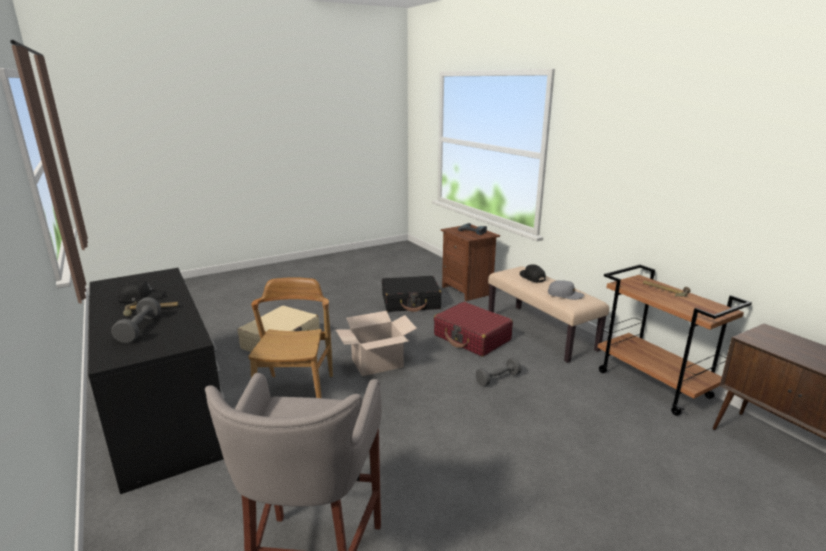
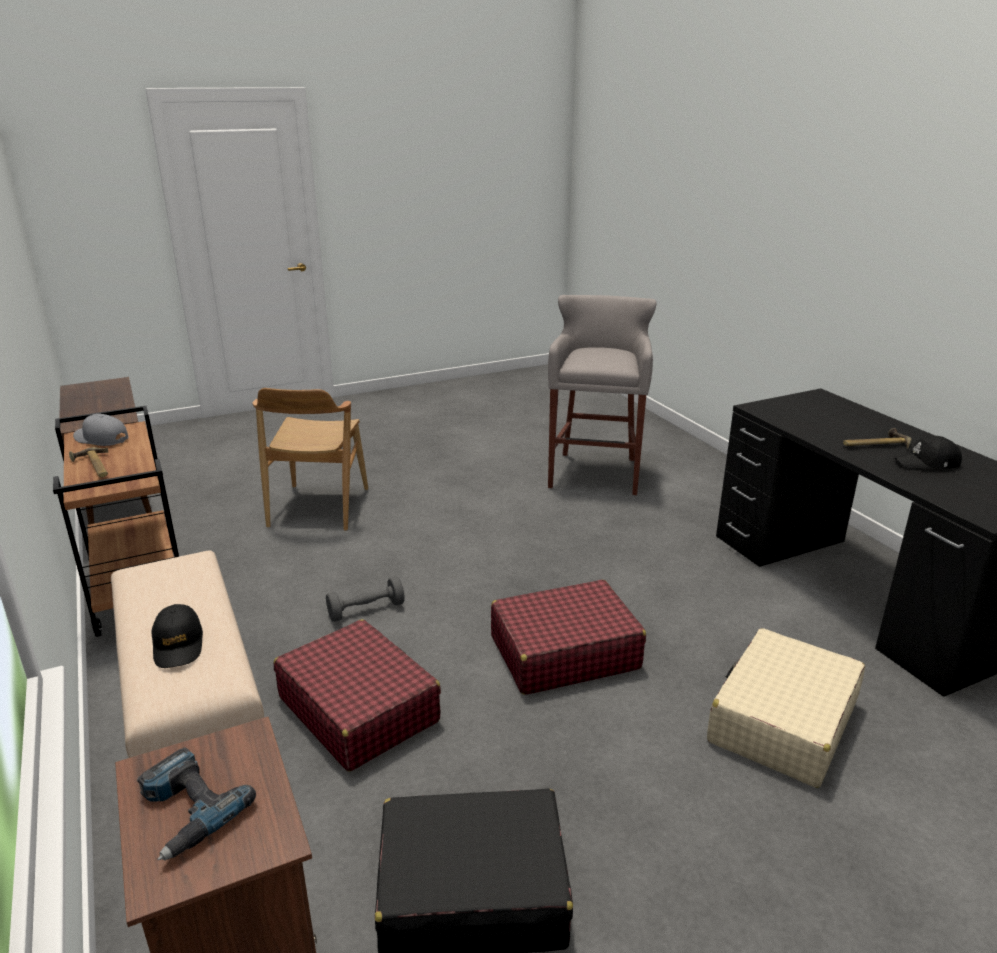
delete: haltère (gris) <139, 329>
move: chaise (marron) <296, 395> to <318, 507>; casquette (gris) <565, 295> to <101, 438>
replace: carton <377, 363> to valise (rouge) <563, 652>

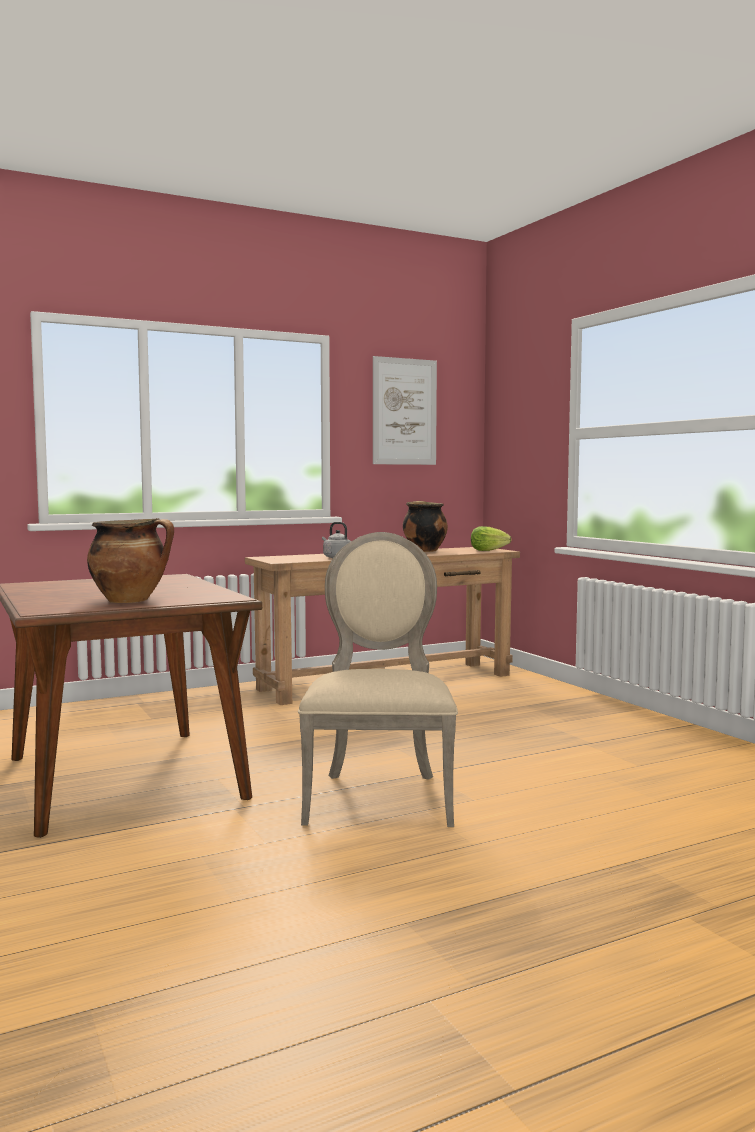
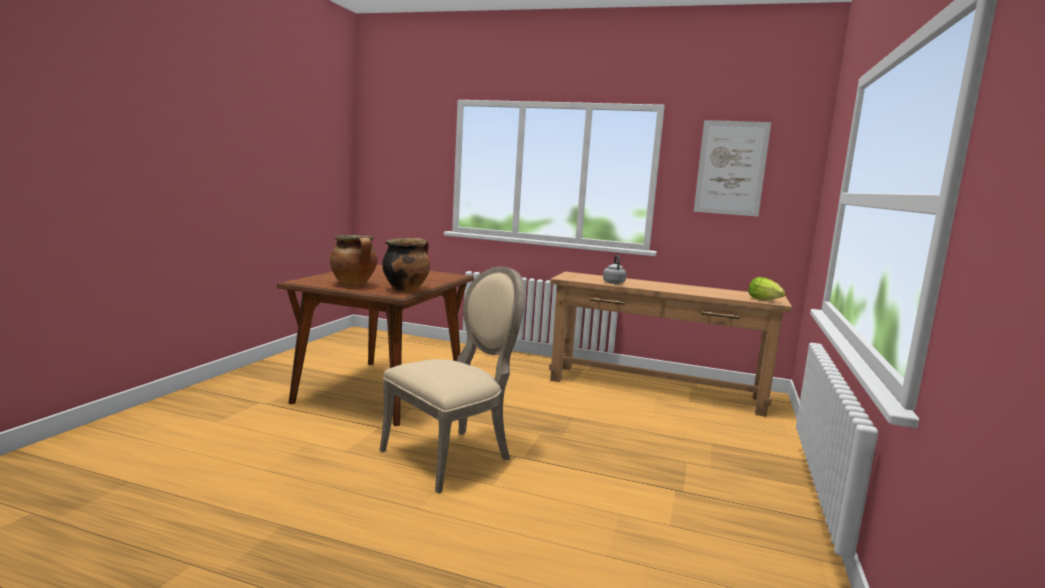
move: marmite <424, 550> to <406, 290>

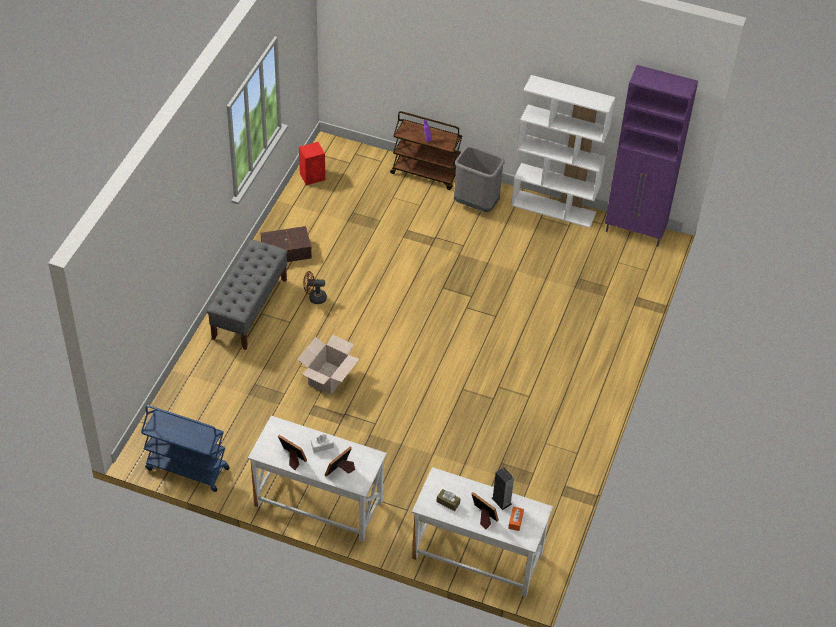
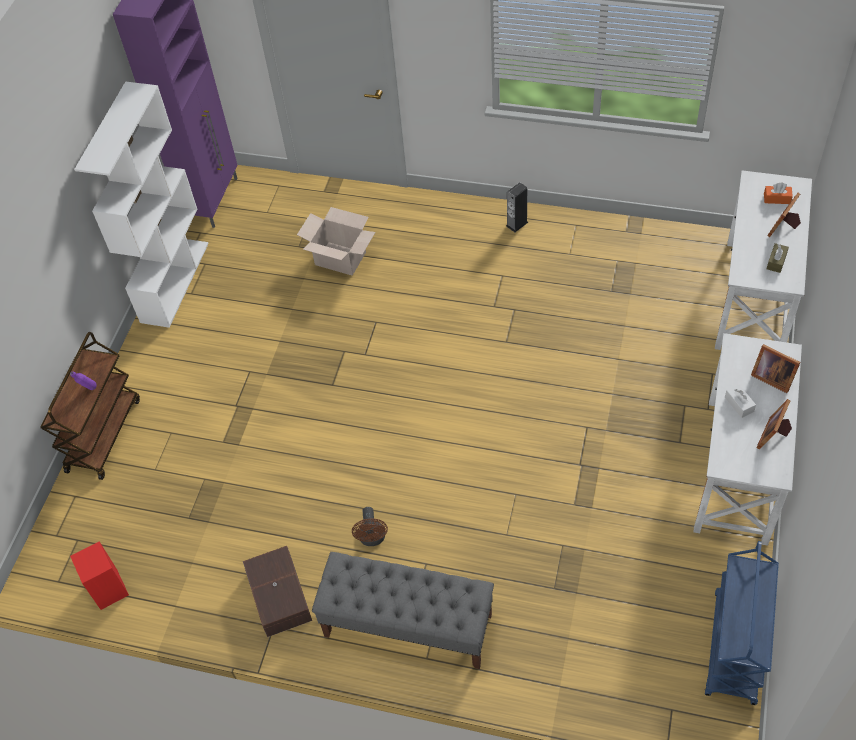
delete: poubelle (gris) <476, 204>
move: carton <328, 378> to <340, 259>; enceinte <501, 501> to <517, 224>

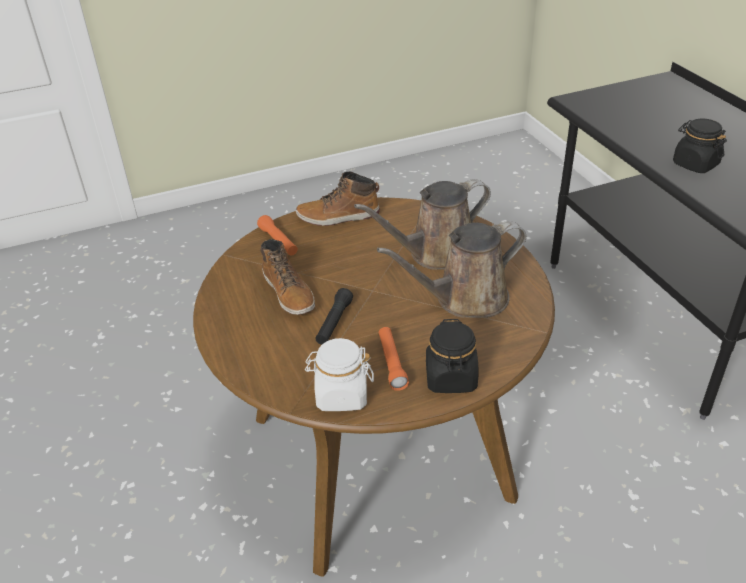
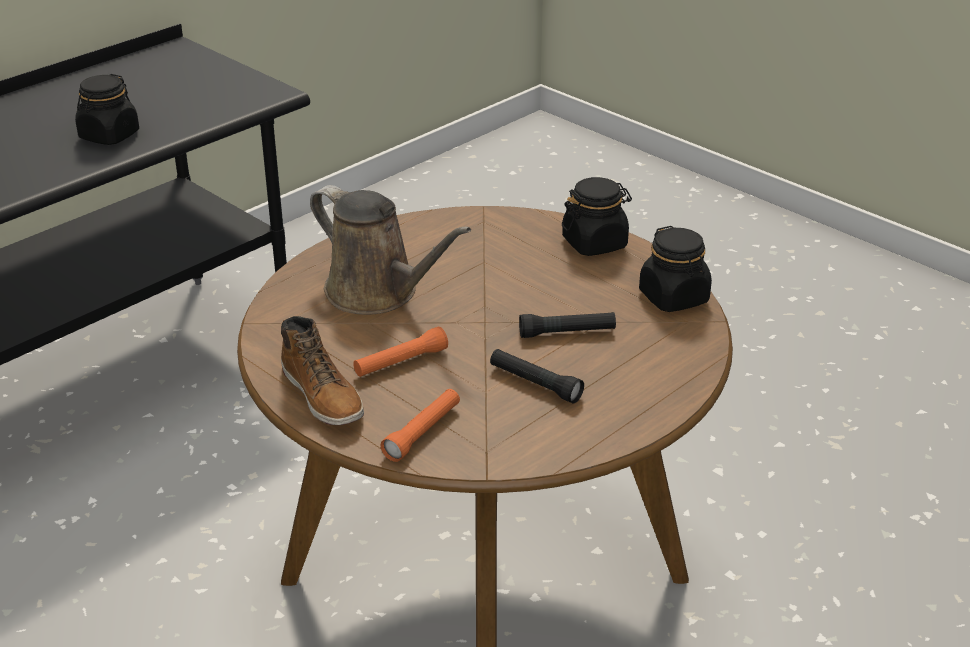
delete: arrosoir (marron) <465, 299>
move: lampe de poche (orange) <392, 363> to <400, 362>
replace: botte <289, 293> to lampe de poche (noir) <535, 384>
recolor: bocal (blanc) <341, 395> to bocal (noir) <674, 298>

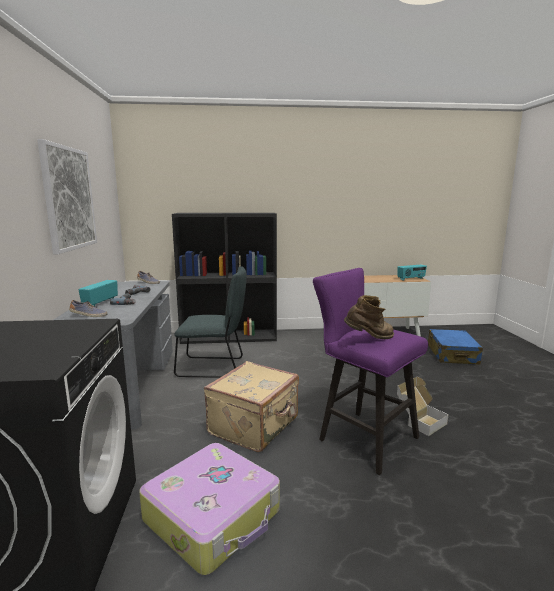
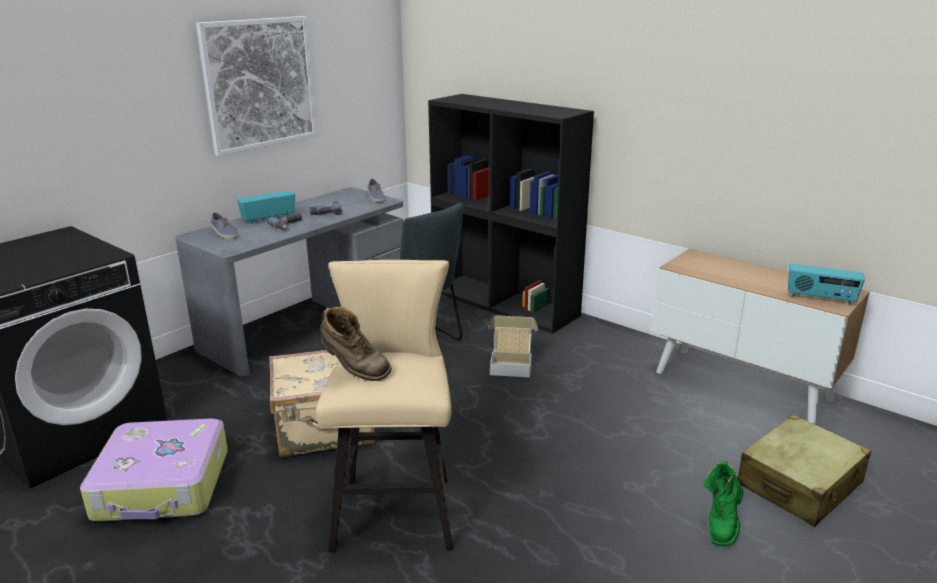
insert: botte (vert) <722, 524>
move: carton <419, 421> to <511, 364>
recolor: tabouret (violet) <362, 437> to tabouret (beige) <396, 506>; valise (bleu) <452, 355> to valise (beige) <799, 484>

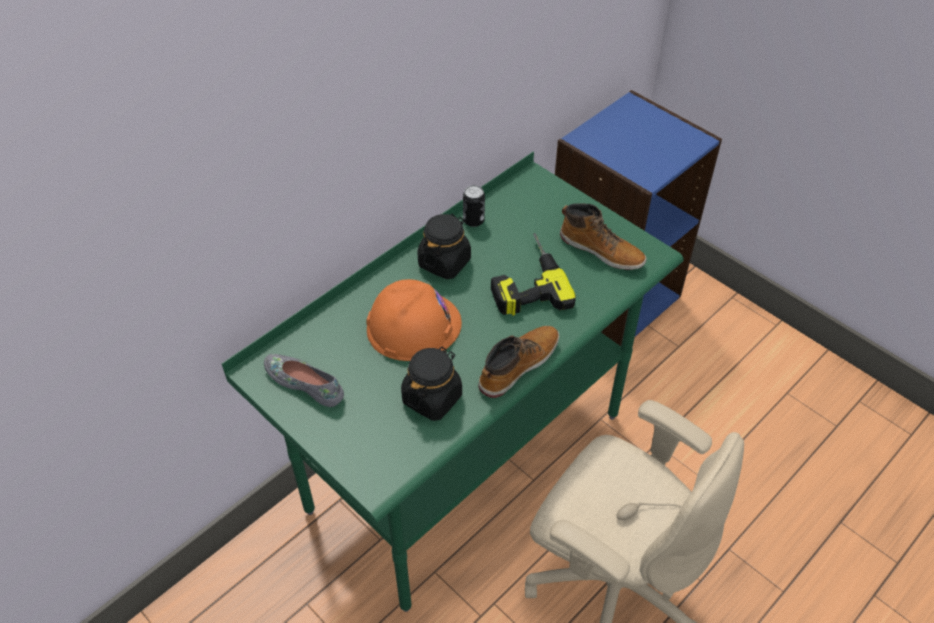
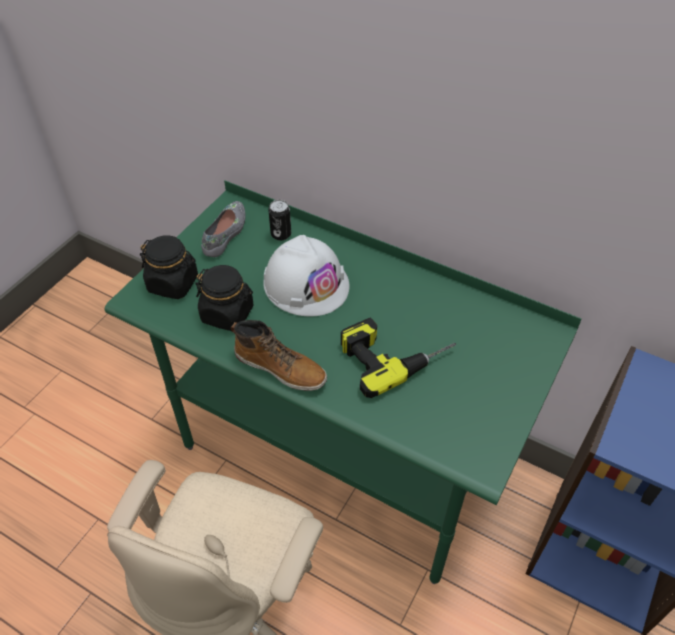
delete: botte <602, 250>
move: bocal (noir) <444, 262> to <173, 283>; boîte métallique <473, 220> to <281, 234>
recolor: casque de chantier (orange) <413, 325> to casque de chantier (blanc) <306, 283>

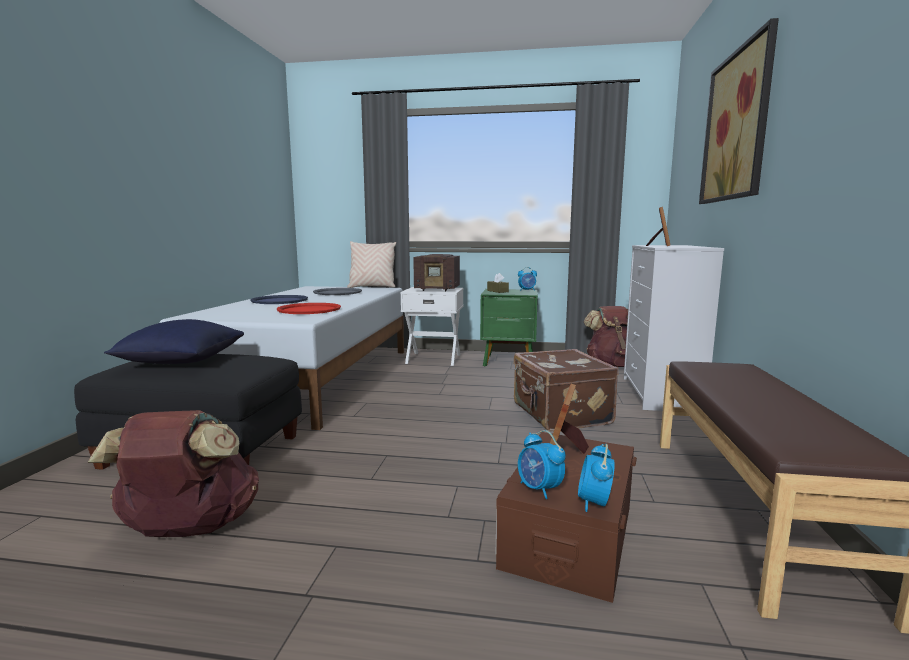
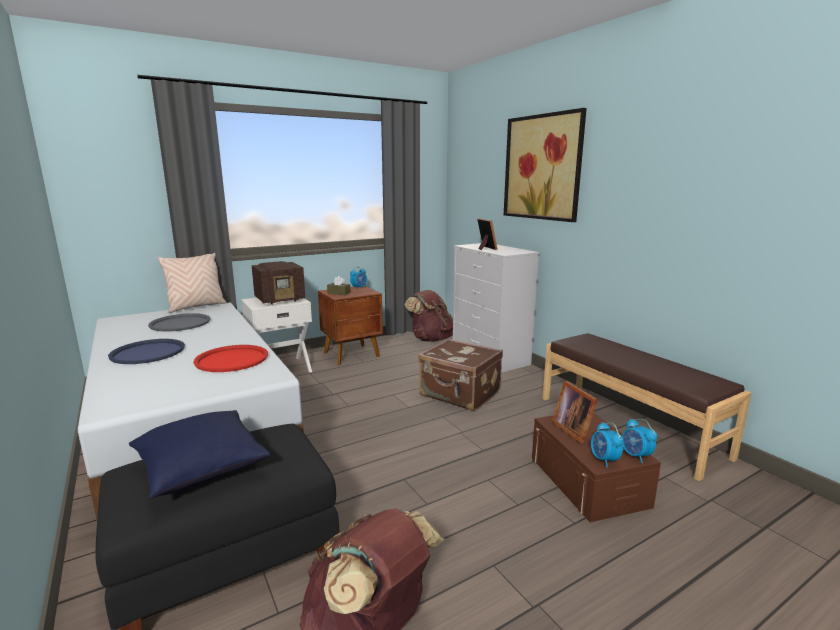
recolor: table de chevet (vert) <509, 362> to table de chevet (marron) <352, 355>
rotate: réveil <539, 489> = <604, 460> 60 degrees clockwise

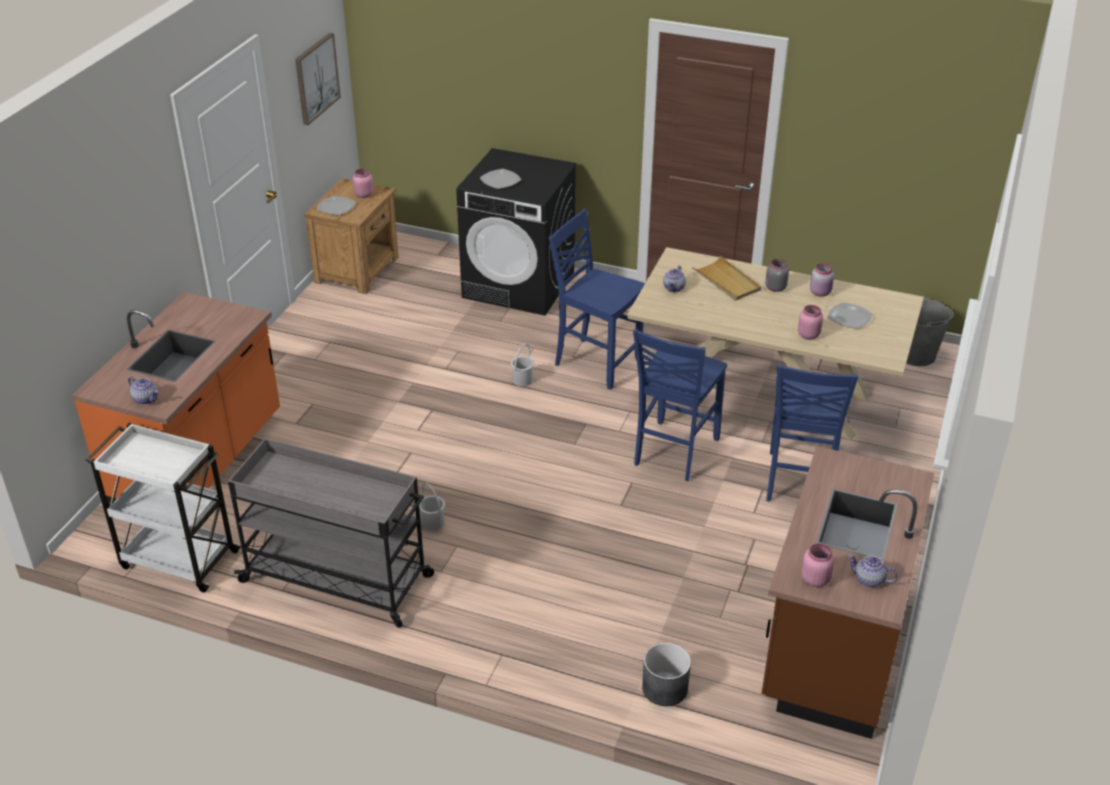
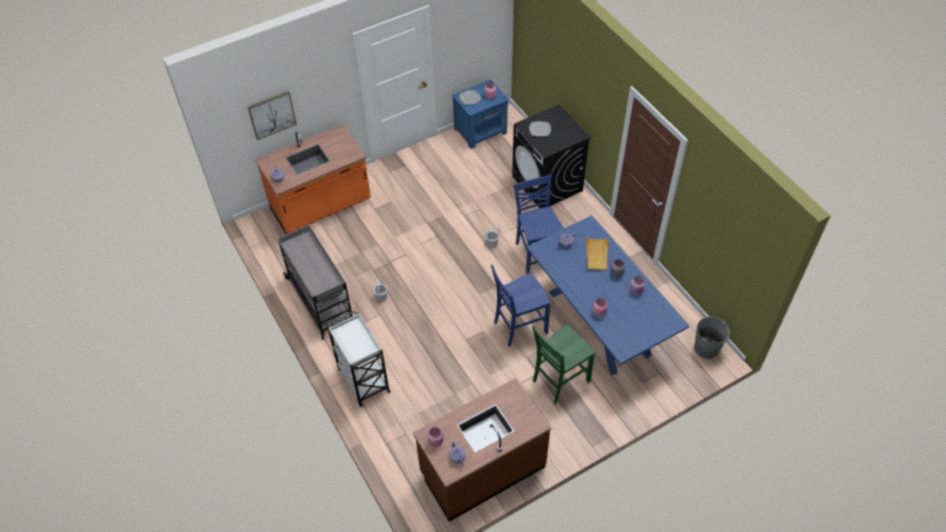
delete: cache-pot (gris) <664, 688>; assiette <849, 318>
move: chariot (blanc) <177, 559> to <363, 379>; tableau <316, 78> to <272, 114>
recolor: table de chevet (marron) <358, 269> to table de chevet (bleu) <481, 131>; table à manger (beige) <766, 393> to table à manger (bleu) <599, 322>; chaise (bleu) <798, 482> to chaise (vert) <559, 381>

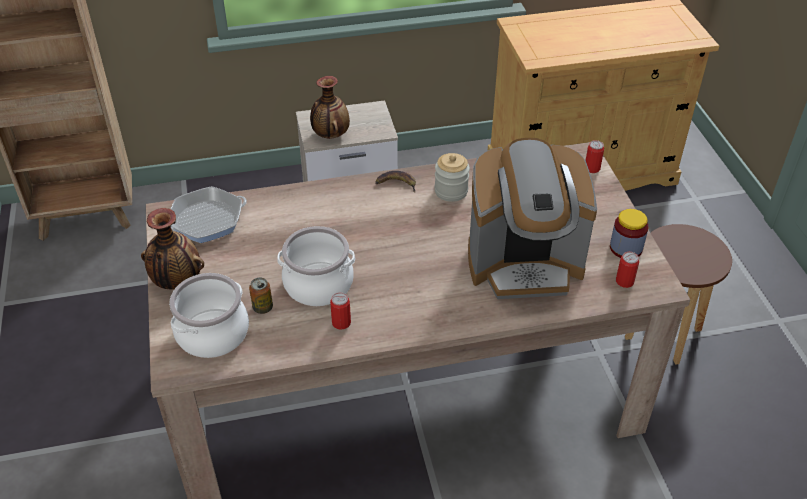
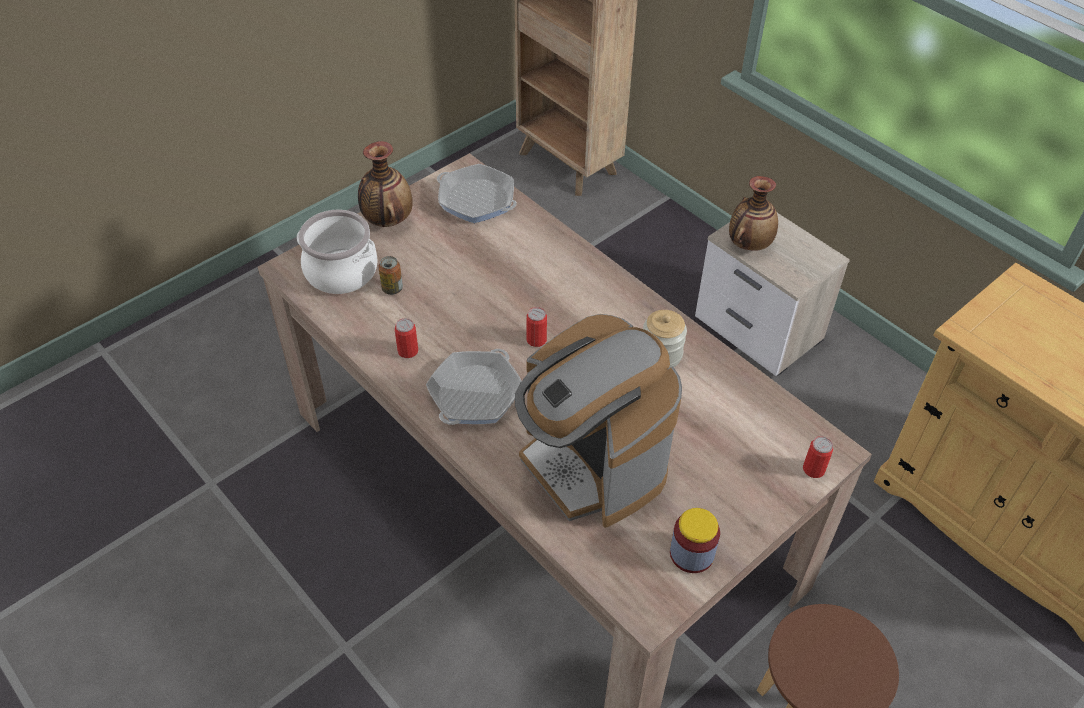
delete: marmite <318, 285>; banane <396, 183>
insert: poêle <475, 394>
move: boîte métallique <624, 281> to <536, 340>

